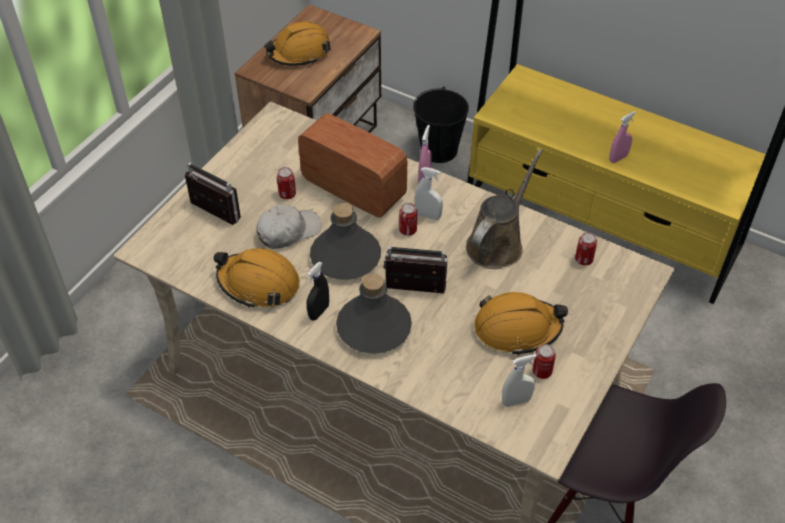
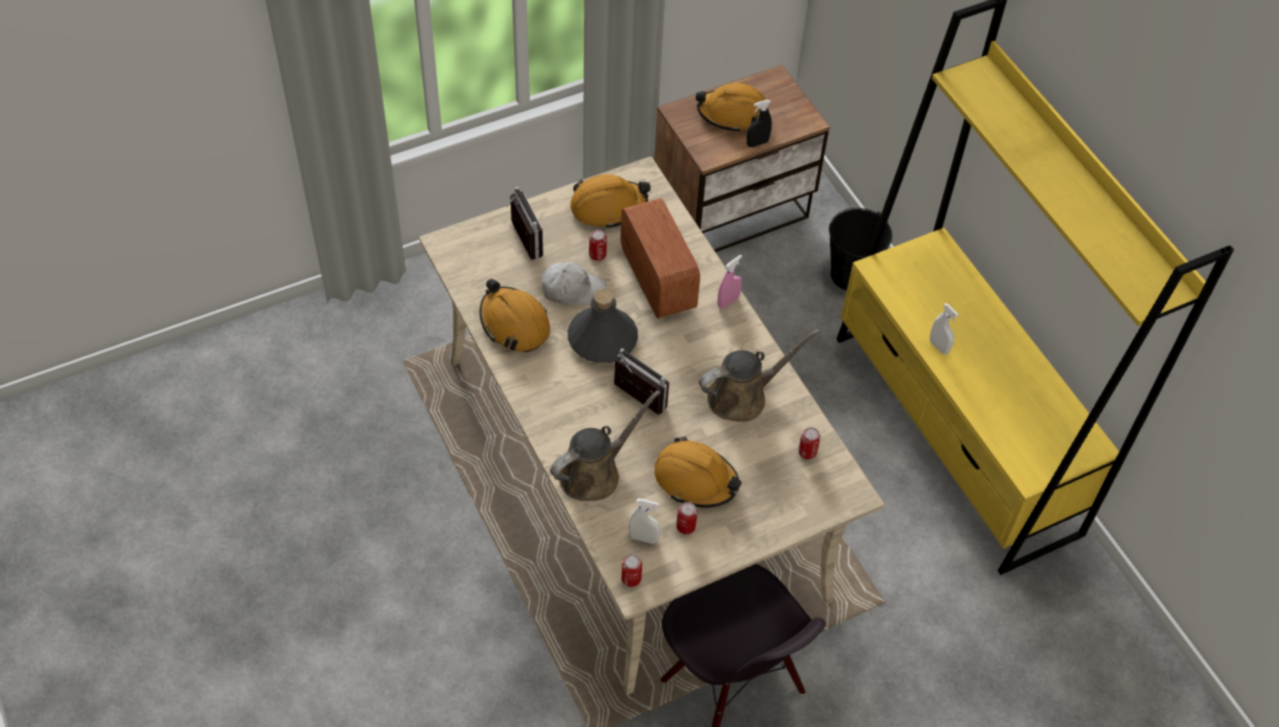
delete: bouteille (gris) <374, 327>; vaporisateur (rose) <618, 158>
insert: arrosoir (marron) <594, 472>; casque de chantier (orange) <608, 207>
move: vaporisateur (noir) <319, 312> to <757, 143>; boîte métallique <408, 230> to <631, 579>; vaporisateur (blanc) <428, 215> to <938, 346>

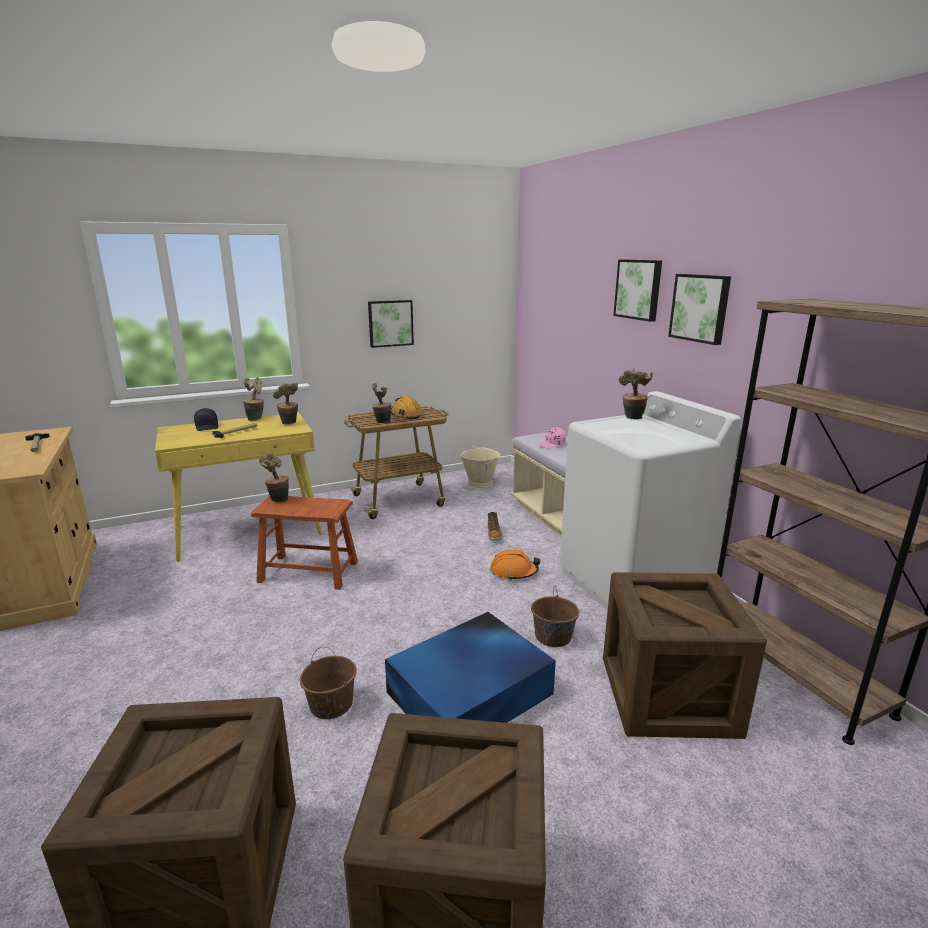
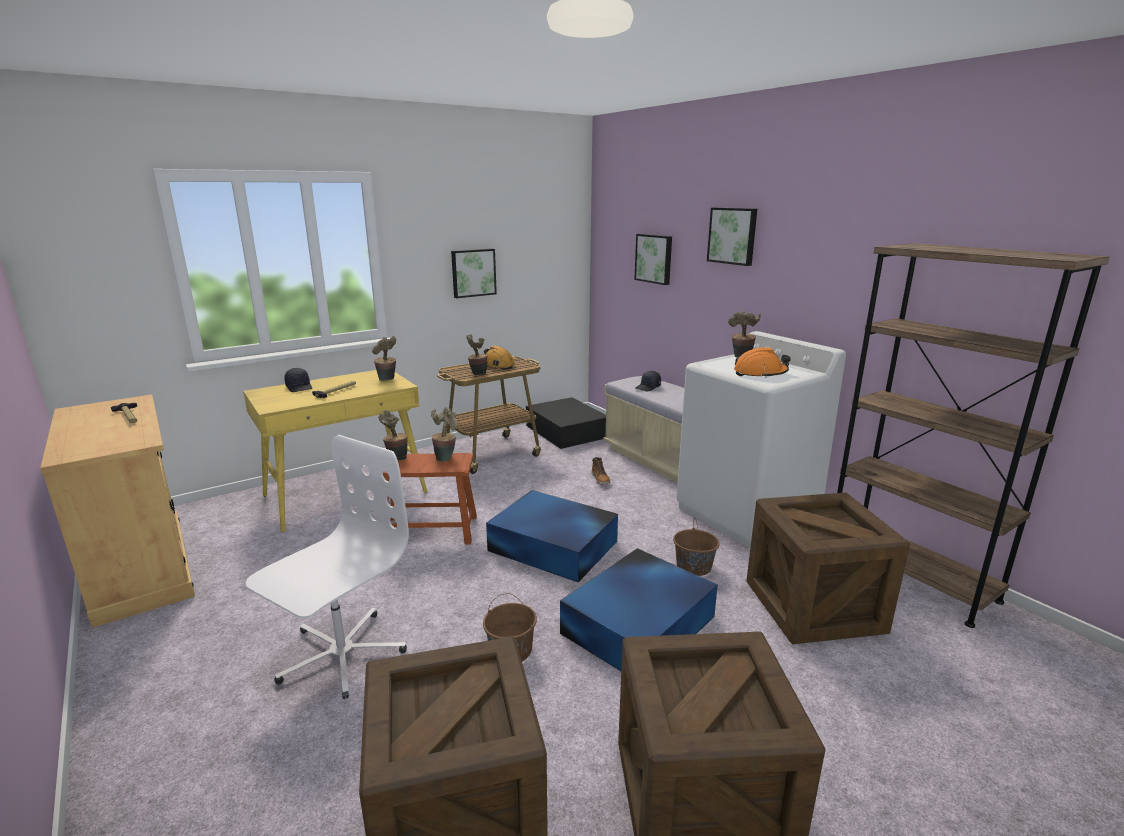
insert: chaise de bureau (blanc) <341, 654>; boîte de rangement (bleu) <554, 547>
move: plante en pot <256, 418> to <446, 457>; casque de chantier (orange) <513, 572> to <760, 373>; tableau <700, 308> to <654, 258>
replace: seau (beige) <480, 483> to boîte de rangement (noir) <566, 431>
recolor: casquette (rose) <552, 444> to casquette (noir) <648, 387>

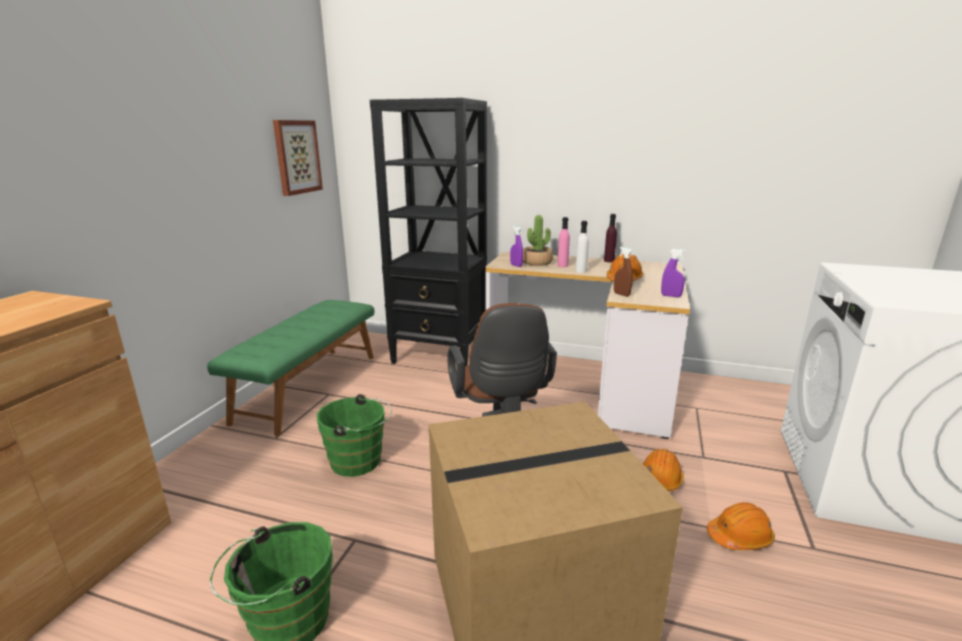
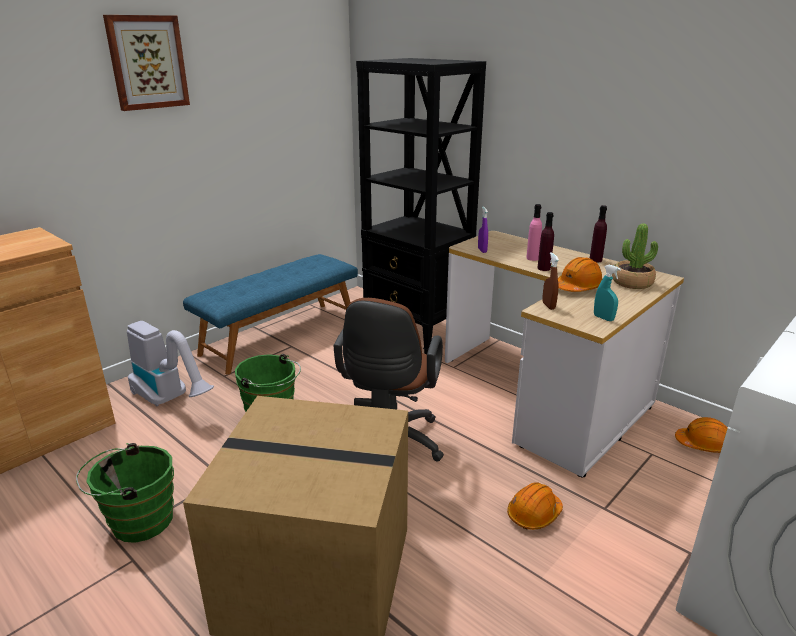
insert: aspirateur <171, 400>
move: tableau <297, 157> to <147, 62>; plante en pot <536, 262> to <632, 283>; casque de chantier (orange) <739, 537> to <703, 444>
recolor: banc (vert) <308, 387> to banc (bleu) <280, 335>; bouteille (blanc) <581, 271> to bouteille (violet) <543, 268>; vaporisateur (violet) <671, 296> to vaporisateur (turquoise) <603, 318>

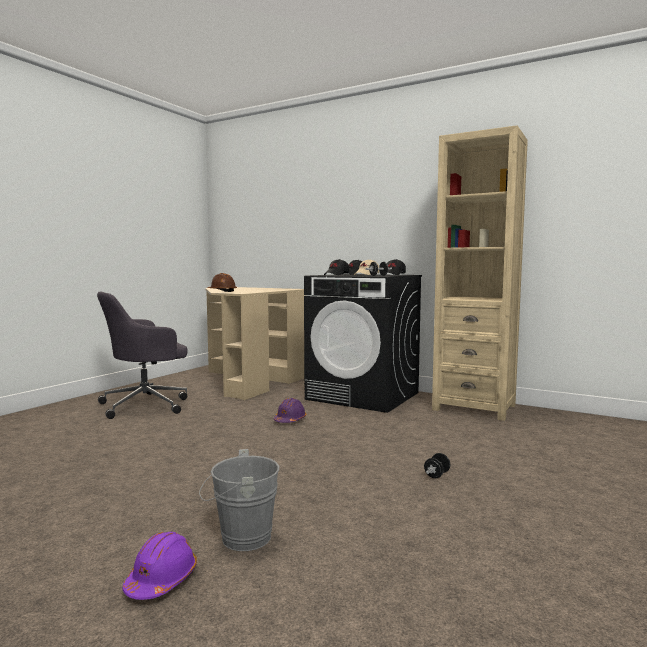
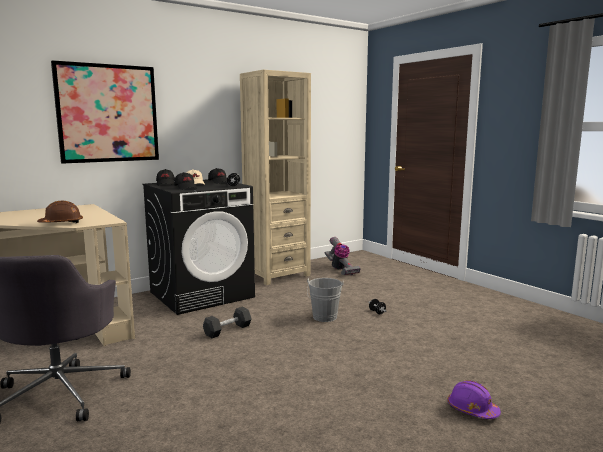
insert: tableau <108, 113>; aspirateur <340, 269>
move: seau (gris) <240, 538> to <324, 318>
replace: casque de chantier (violet) <290, 420> to haltère (noir) <227, 330>

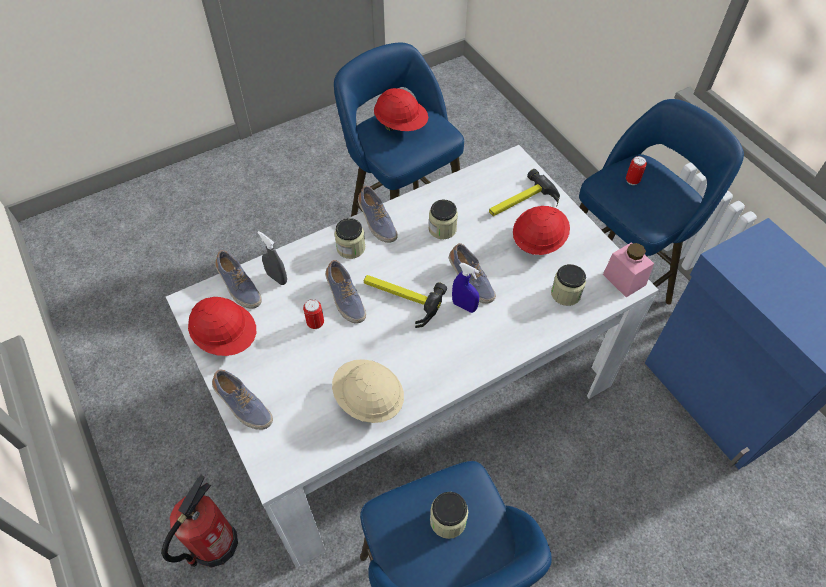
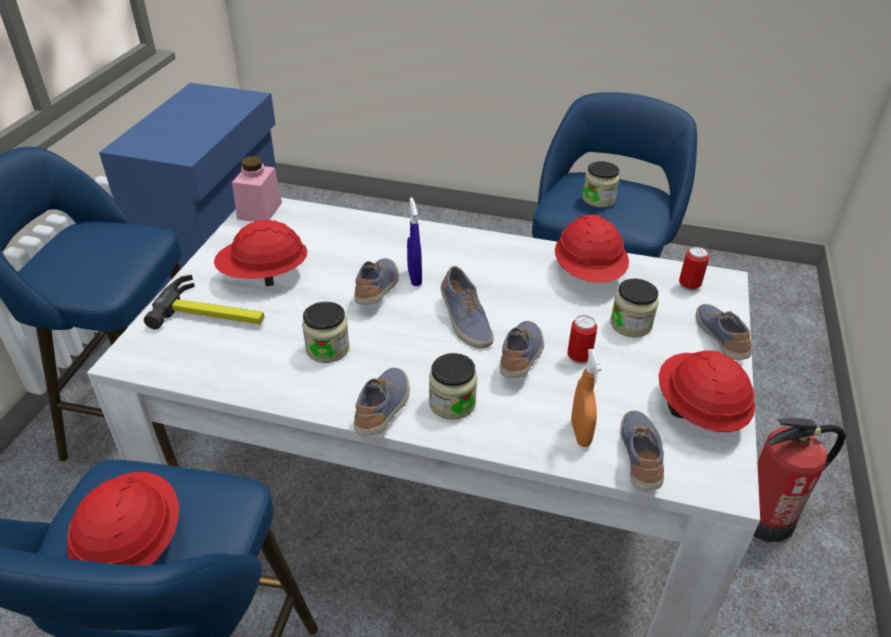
move: bocal <565, 294> to <631, 324>; boîte métallique <632, 181> to <689, 286>
replace: marteau <400, 298> to chaussure <464, 320>
recolor: vaporisateur (gris) <277, 278> to vaporisateur (orange) <580, 433>; casque de chantier (beige) <368, 400> to casque de chantier (rouge) <588, 274>

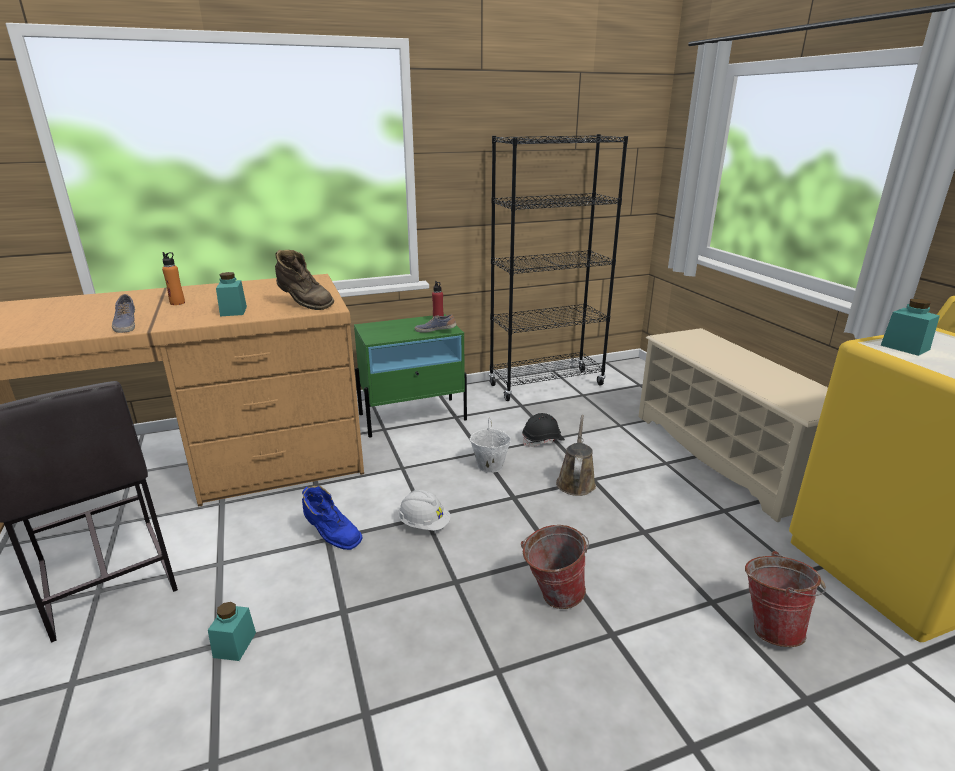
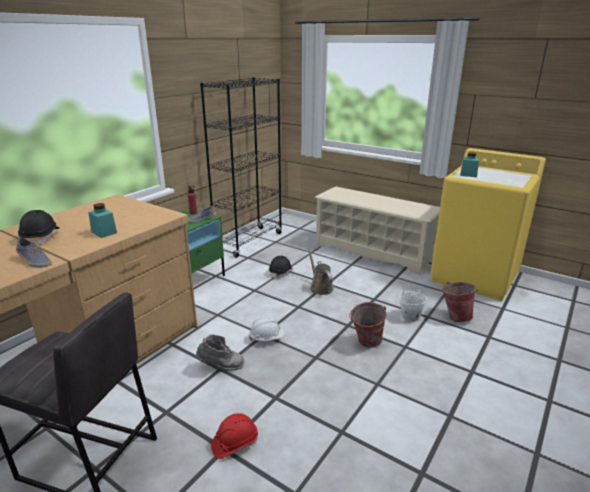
delete: botte (marron) <304, 305>
move: seau (blanc) <489, 465> to <410, 317>
replace: bouteille (orange) <177, 303> to casque de chantier (noir) <41, 237>; bocal (turquoise) <234, 645> to casque de chantier (rouge) <235, 443>
recolor: botte (bleu) <331, 537> to botte (gris) <221, 367>

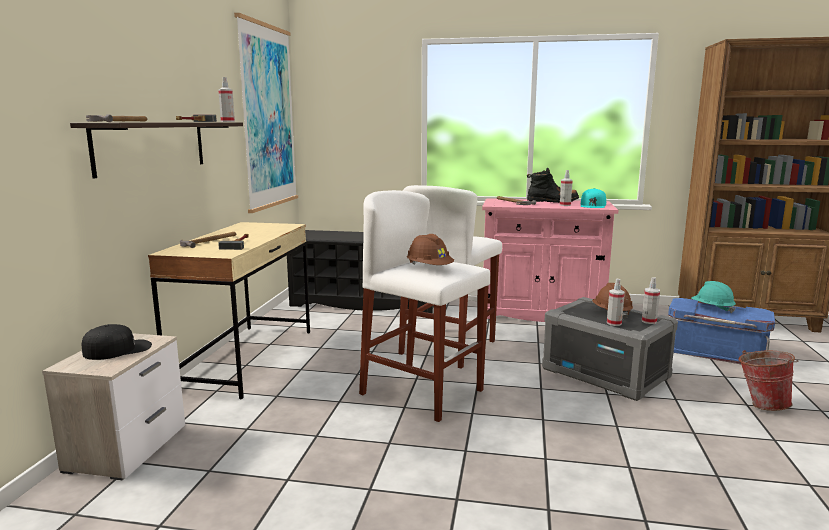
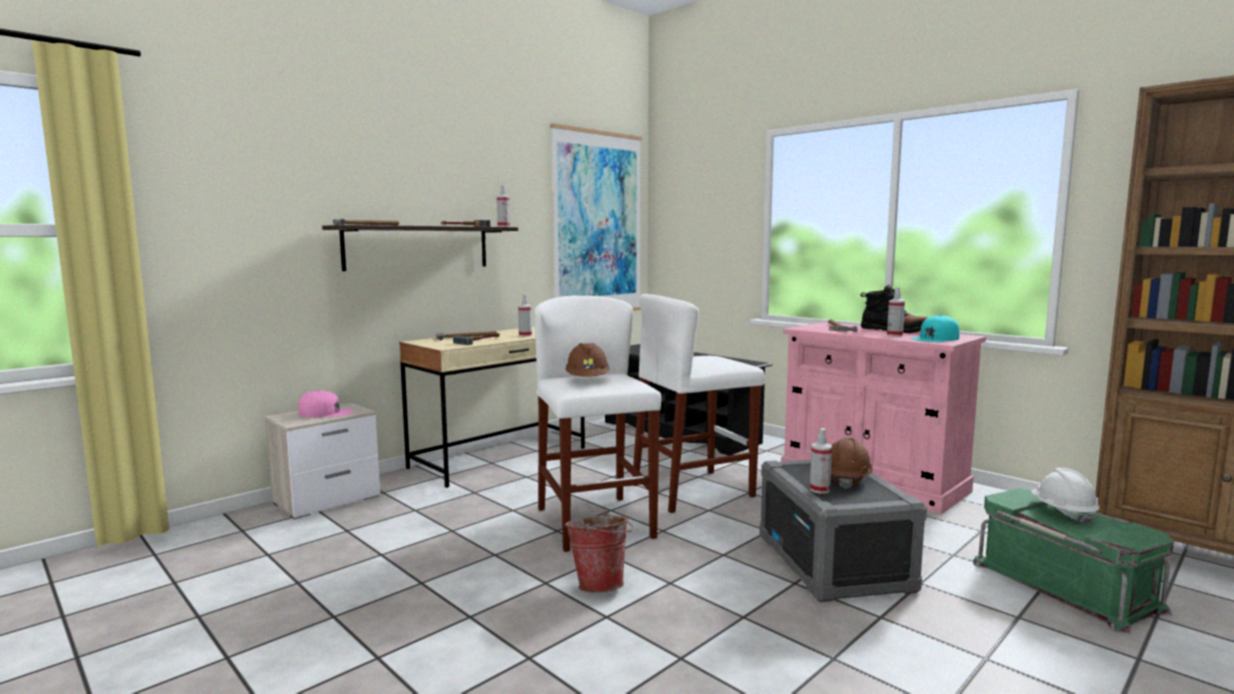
move: vaporisateur <649, 321> to <525, 335>; seau <761, 404> to <600, 584>
recolor: casquette (noir) <118, 349> to casquette (rose) <326, 412>; boîte de rangement (bleu) <715, 351> to boîte de rangement (vert) <1066, 585>; casque de chantier (turquoise) <712, 308> to casque de chantier (blanc) <1063, 513>

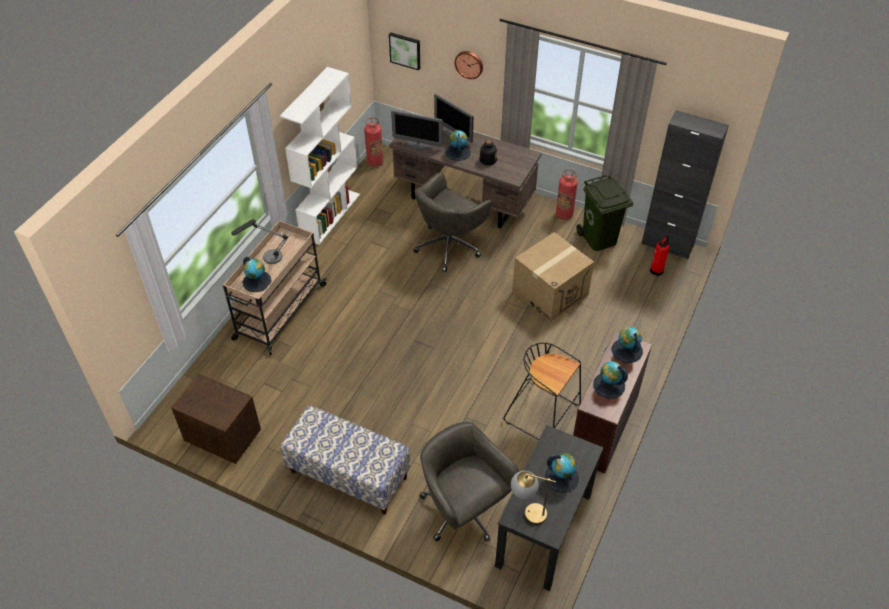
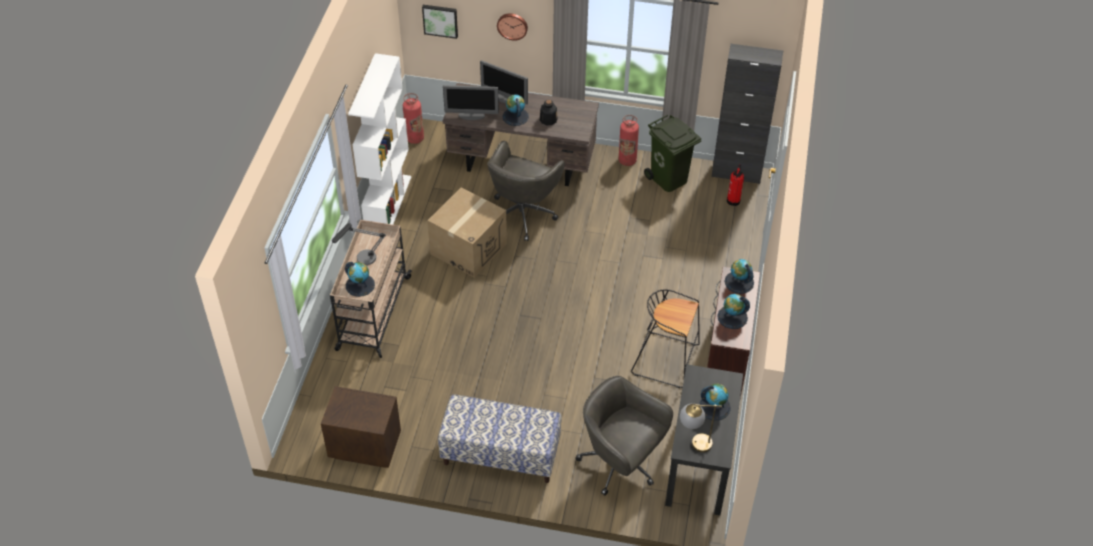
move: carton <550, 292> to <468, 248>

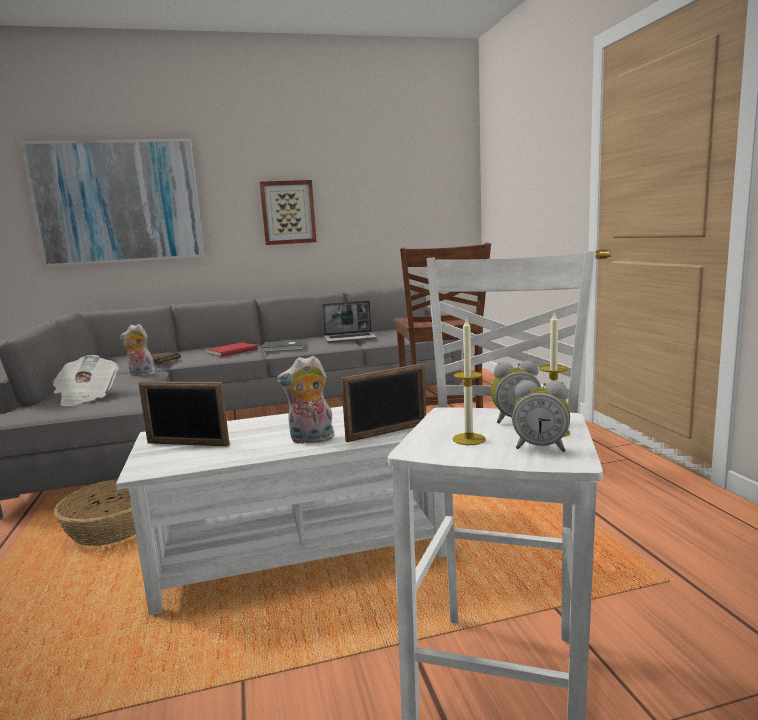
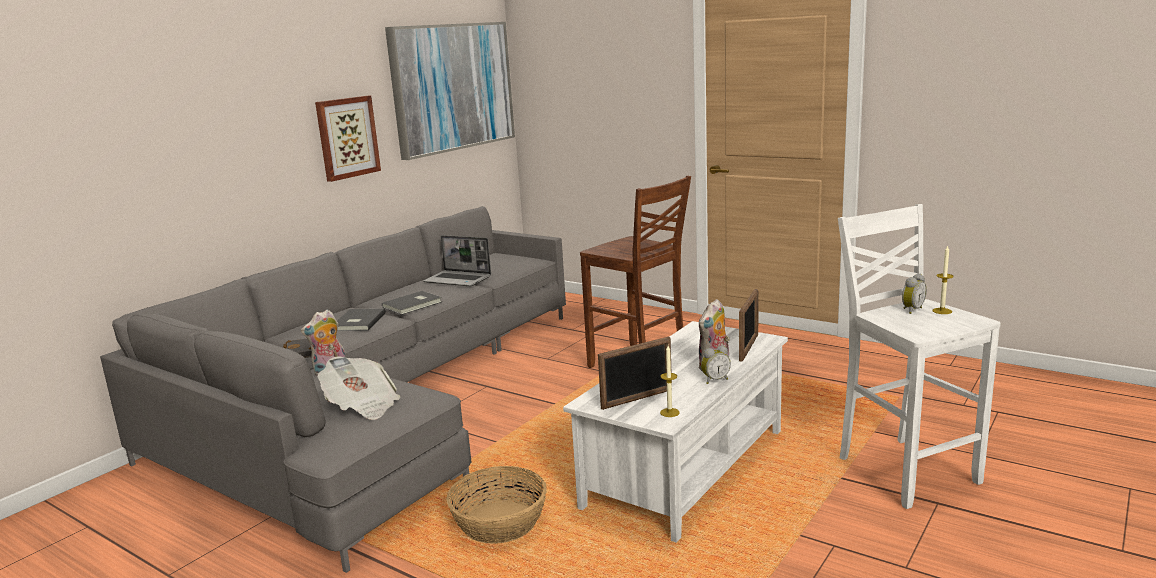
move: tableau <119, 202> to <452, 87>; bougie <469, 439> to <669, 412>; réveil <540, 447> to <714, 380>
recolor: livre (rouge) <231, 351> to livre (gris) <357, 322>
rotate: ordinateur portable <350, 338> = <459, 280> 75 degrees clockwise

